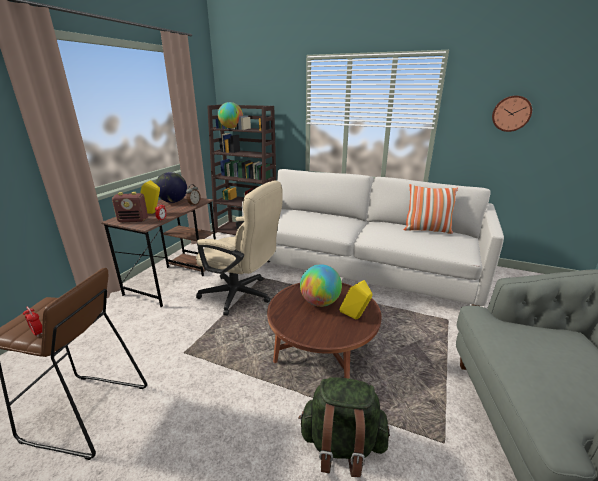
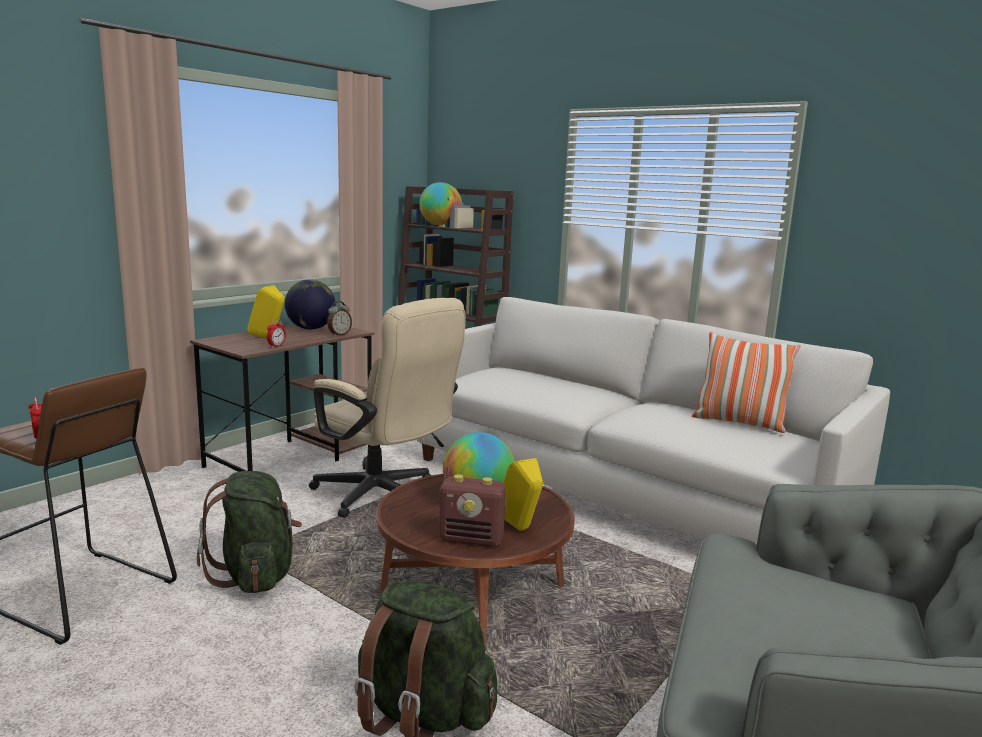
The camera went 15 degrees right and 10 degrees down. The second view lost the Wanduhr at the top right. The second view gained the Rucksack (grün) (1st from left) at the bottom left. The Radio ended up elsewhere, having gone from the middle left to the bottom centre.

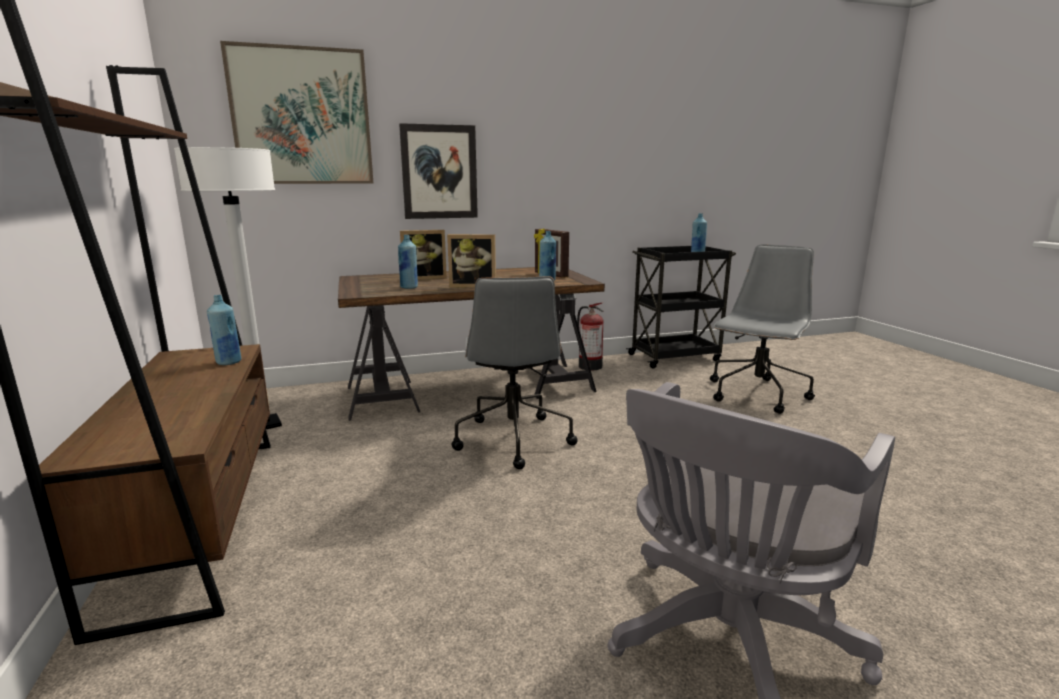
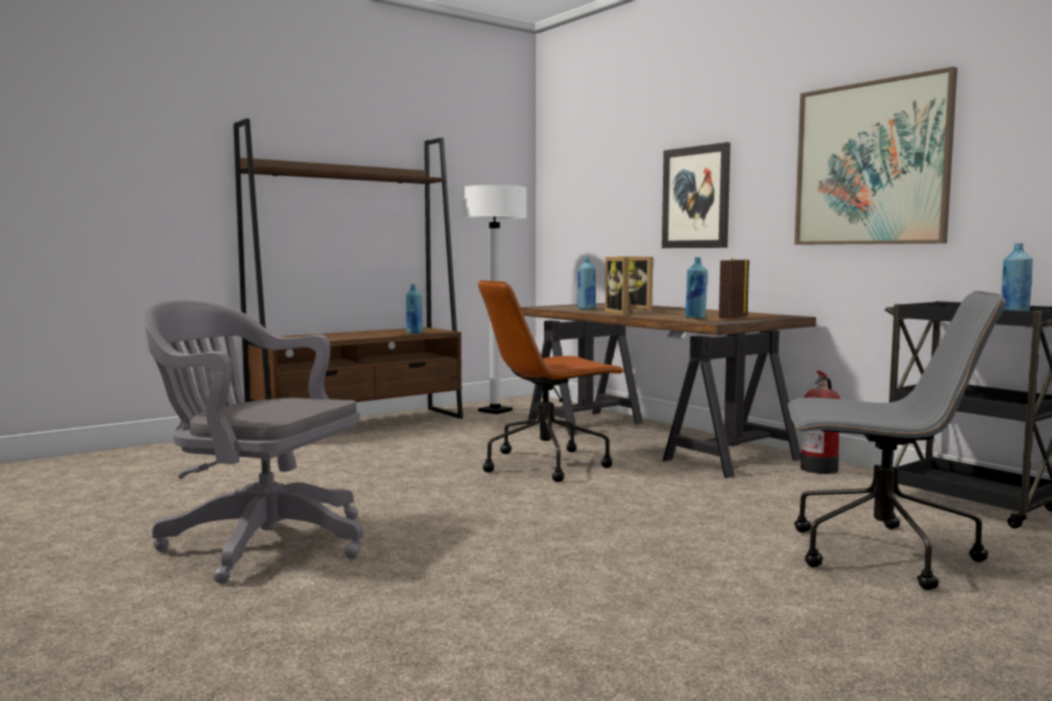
The camera went 70 degrees right and 10 degrees down. The Bild (1st from left in the first image) ended up elsewhere, having gone from the top left to the top right. What was the Bürostuhl (grau) (1st from left) at the centre turned into the Bürostuhl (braun) at the centre.

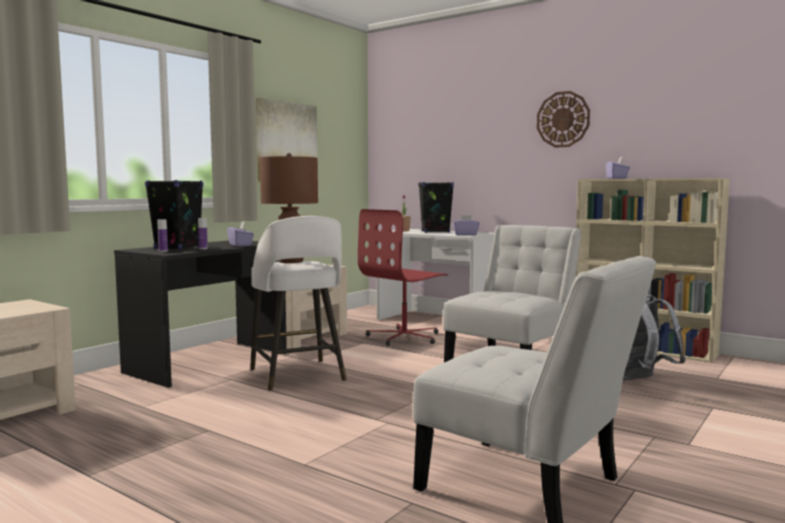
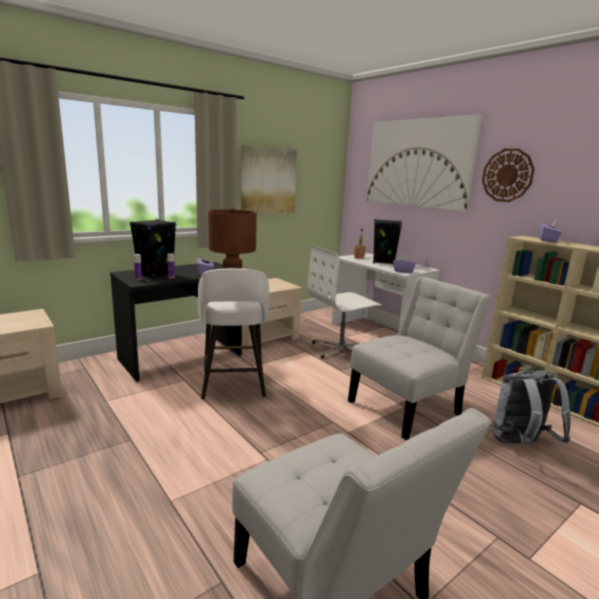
The camera went 15 degrees right and 10 degrees up. The second view gained the Bild (2nd from left) at the top right. What was the Bürostuhl (rot) at the centre turned into the Bürostuhl (weiß) at the centre.

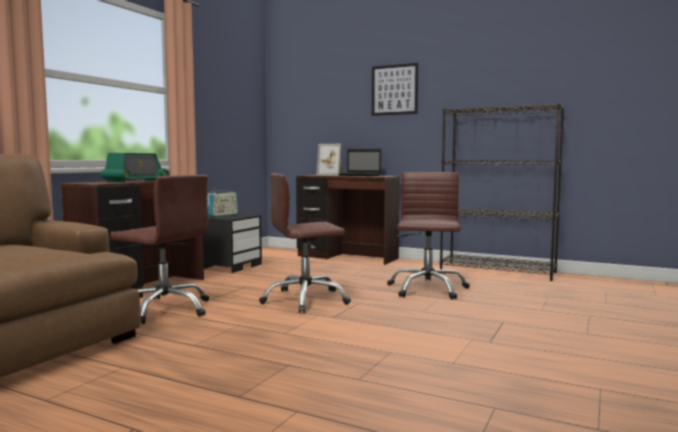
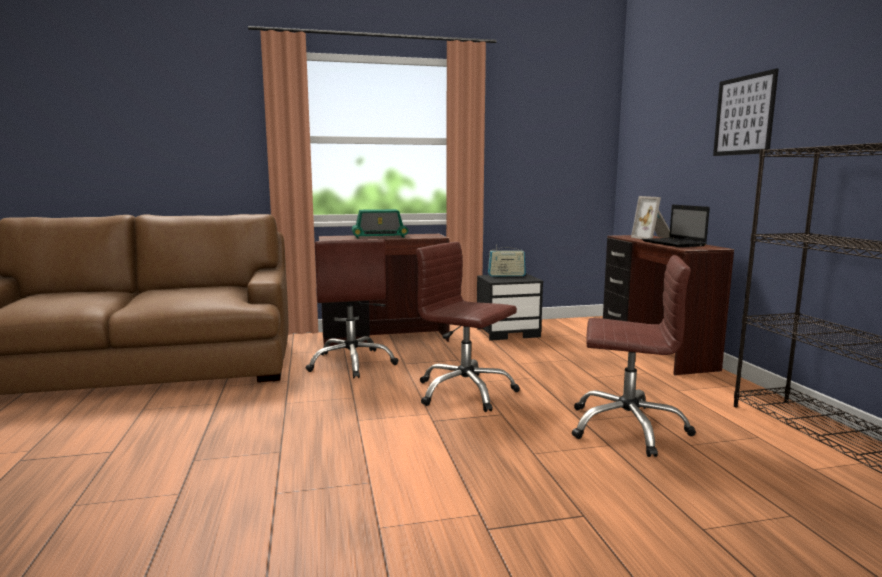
The camera went 50 degrees right and 5 degrees up. The Bürostuhl (braun) (3rd from left) at the centre ended up facing another way, 45 degrees clockwise from before.

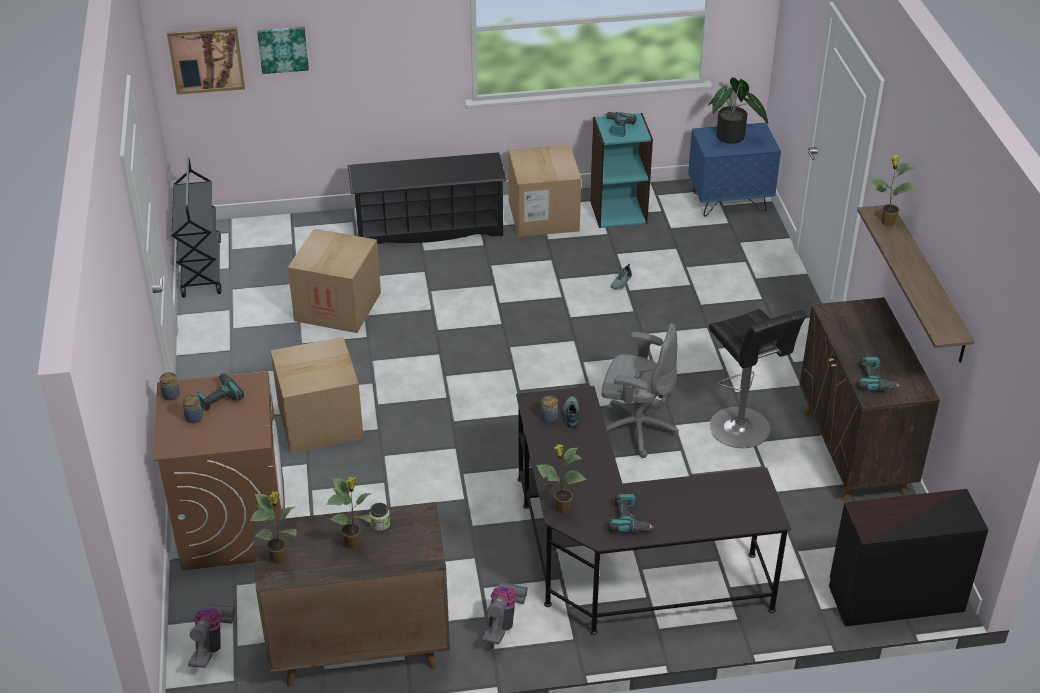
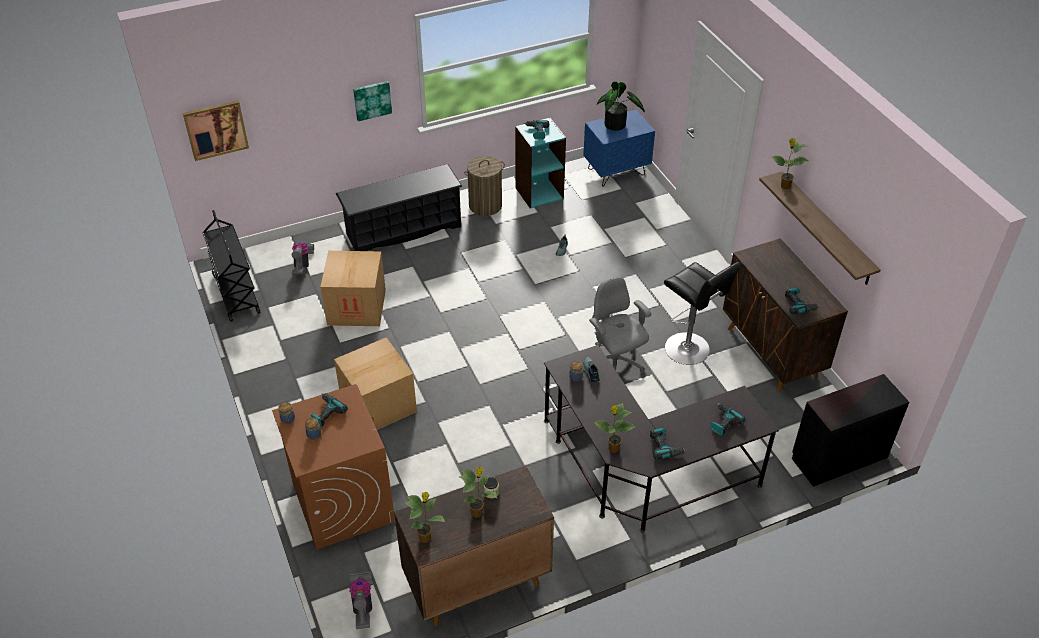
The camera went 15 degrees left and 5 degrees up. The second view gained the Bohrmaschine (4th from left) at the middle right. The Bild (2nd from left) ended up elsewhere, having gone from the top left to the top centre. The Staubsauger (2nd from left in the first image) ended up elsewhere, having gone from the bottom centre to the middle left. Where the Karton (3rd from left) stood at the top centre, the Wäschekorb came to stand at the top centre. The Bürostuhl (grau) at the centre ended up facing another way, 120 degrees counterclockwise from before.

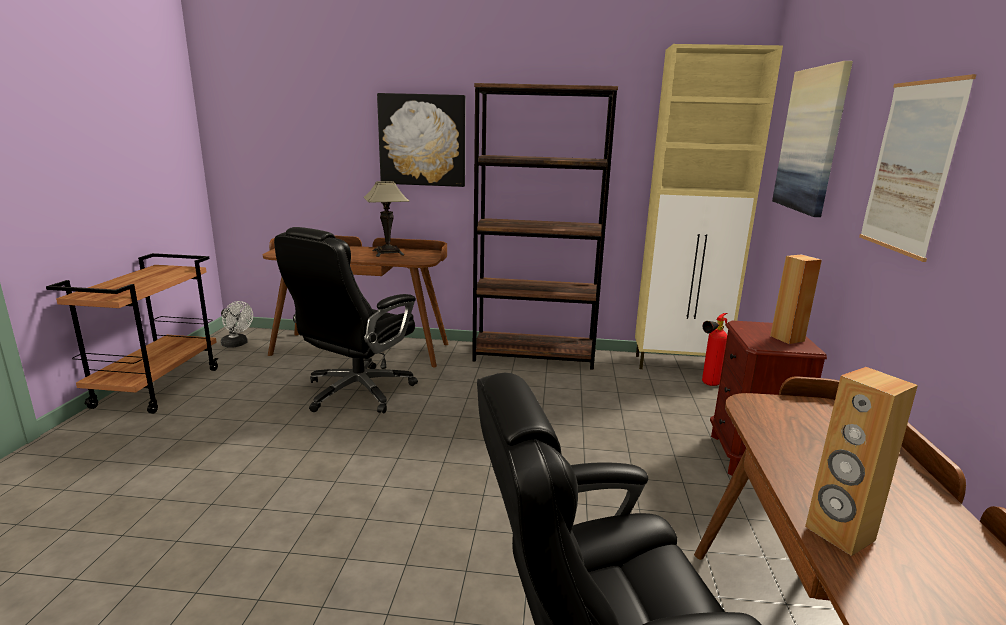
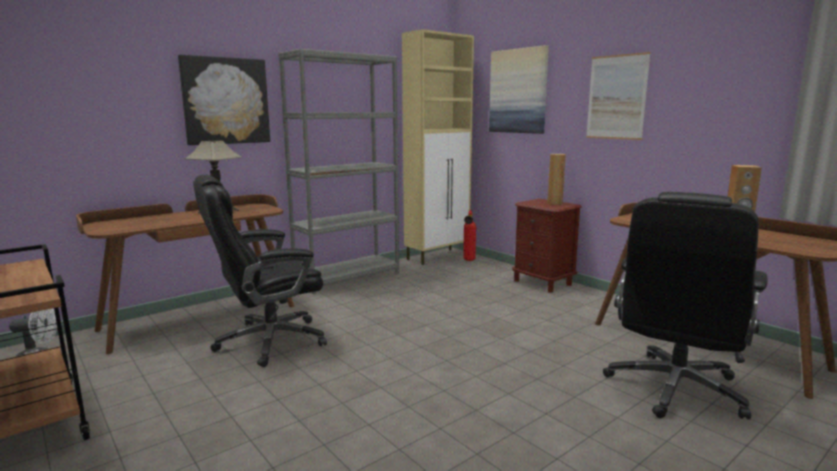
The camera went 45 degrees left and 5 degrees down. What was the Bücherregal (braun) at the centre turned into the Bücherregal (grau) at the centre. The Bürostuhl (schwarz) (1st from left) at the centre ended up facing another way, 75 degrees clockwise from before.

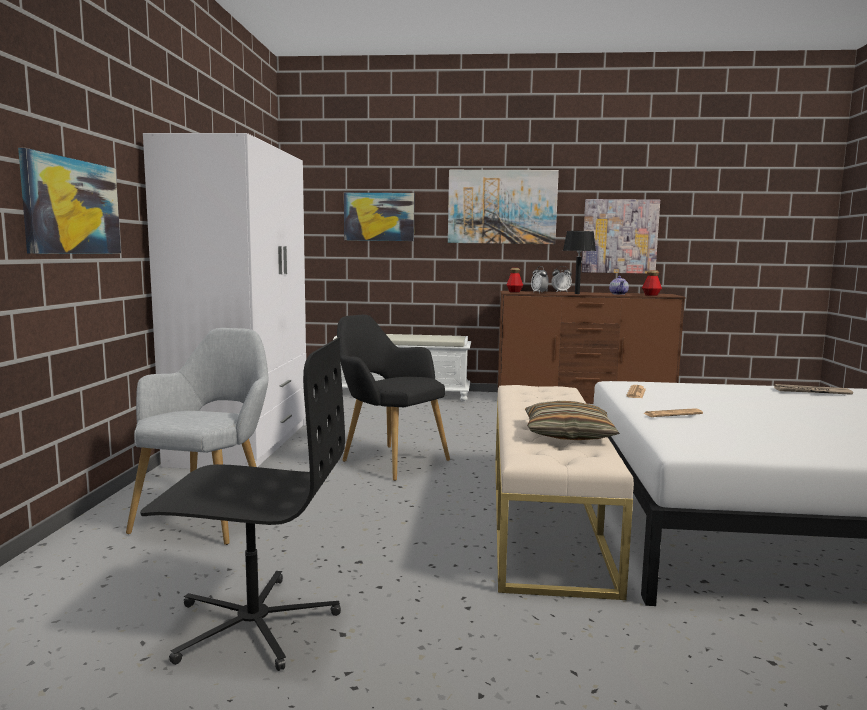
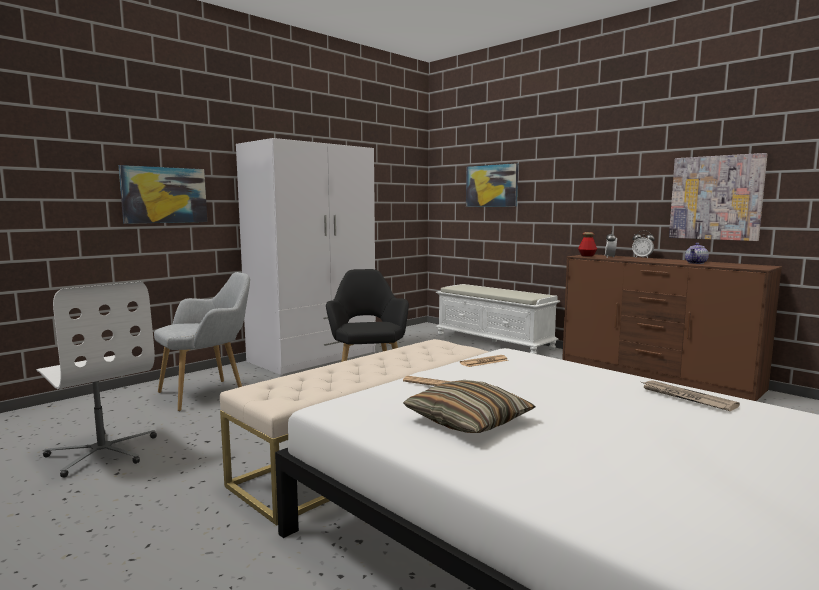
The camera went 40 degrees right and 0 degrees up. The second view lost the Bild (3rd from left) at the top centre. The second view lost the Tischlampe (schwarz) at the middle right. The second view lost the Flasche (2nd from left) at the middle right. The Kissen ended up elsewhere, having gone from the centre to the bottom centre. What was the Bürostuhl (schwarz) at the bottom left turned into the Bürostuhl (weiß) at the middle left.

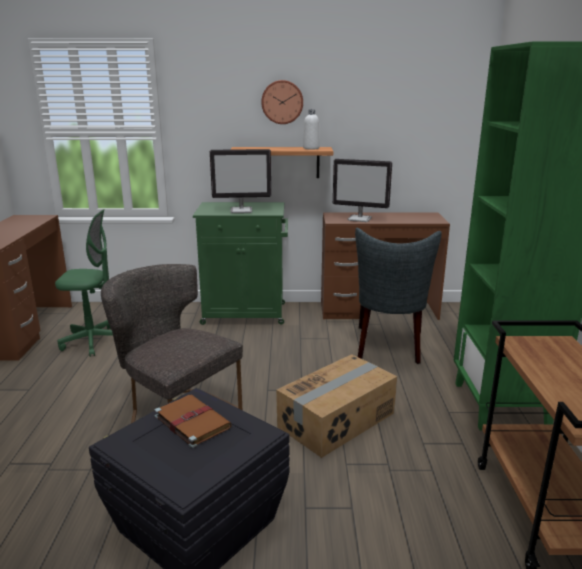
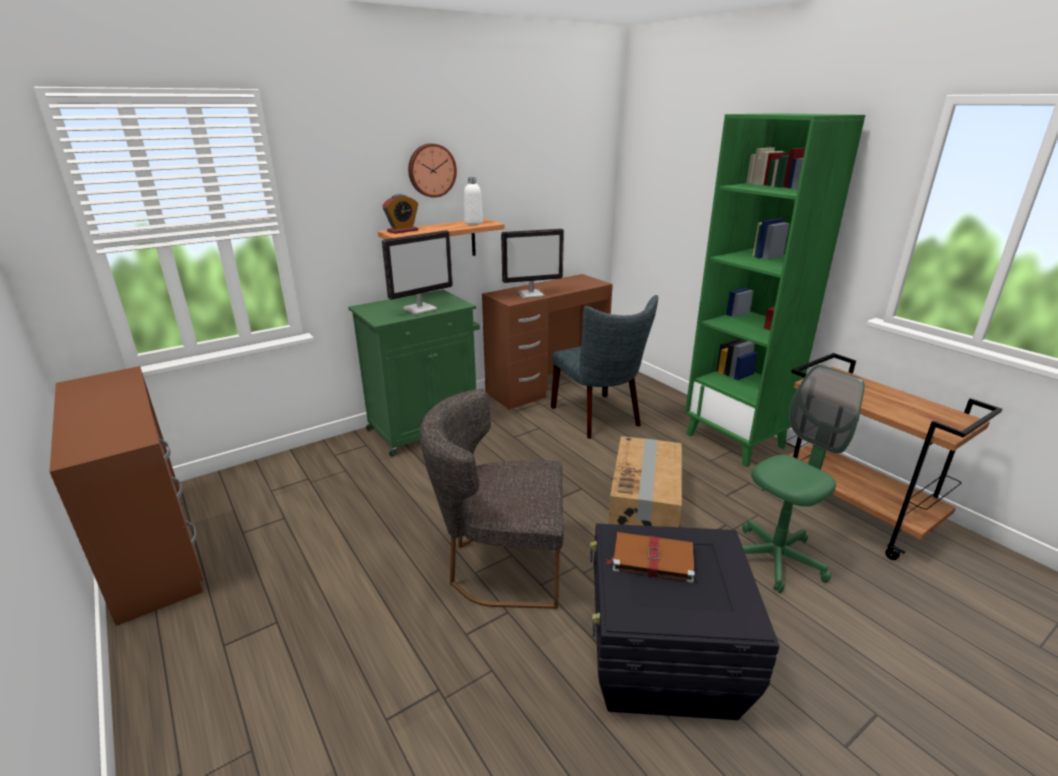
The camera went 35 degrees left and 5 degrees up. The second view gained the Wecker at the top centre. The Bürostuhl (grün) ended up elsewhere, having gone from the middle left to the middle right.

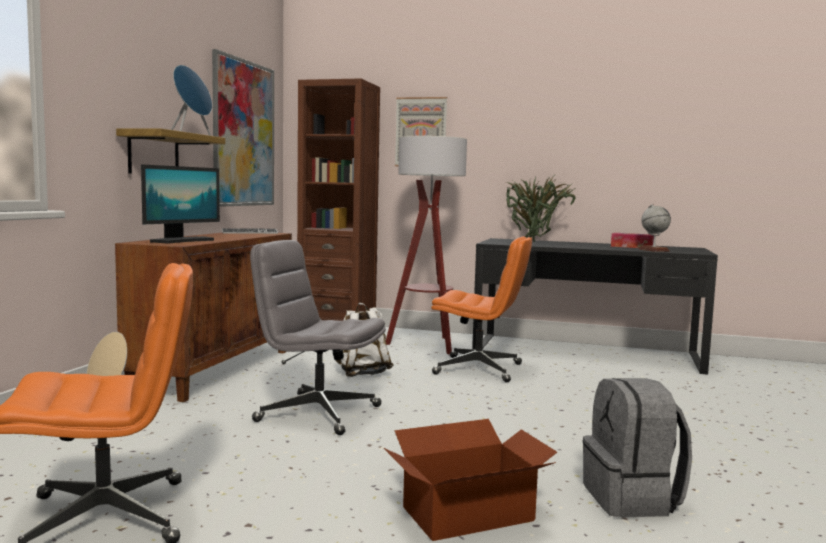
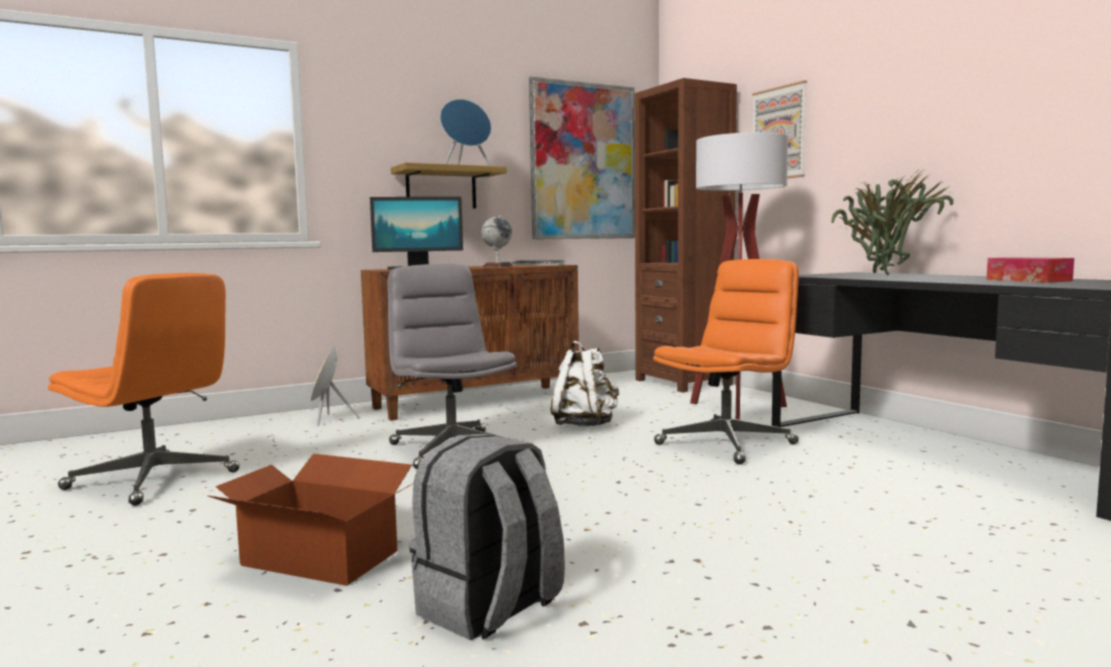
The camera went 45 degrees right and 0 degrees up. The Globus ended up elsewhere, having gone from the middle right to the centre. The Bürostuhl (orange) (2nd from left) at the centre ended up facing another way, 105 degrees counterclockwise from before.

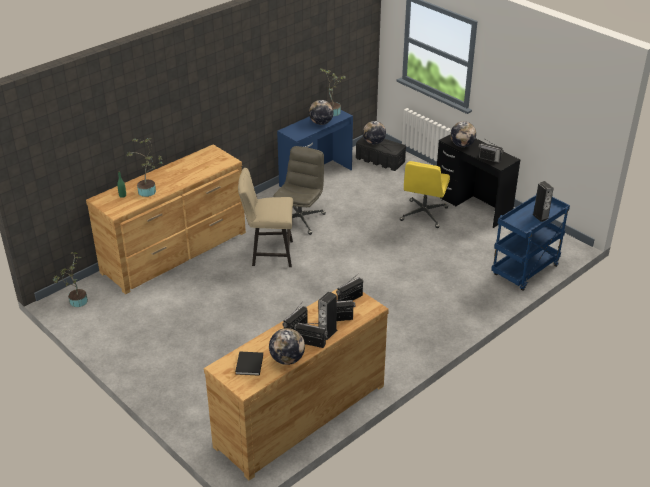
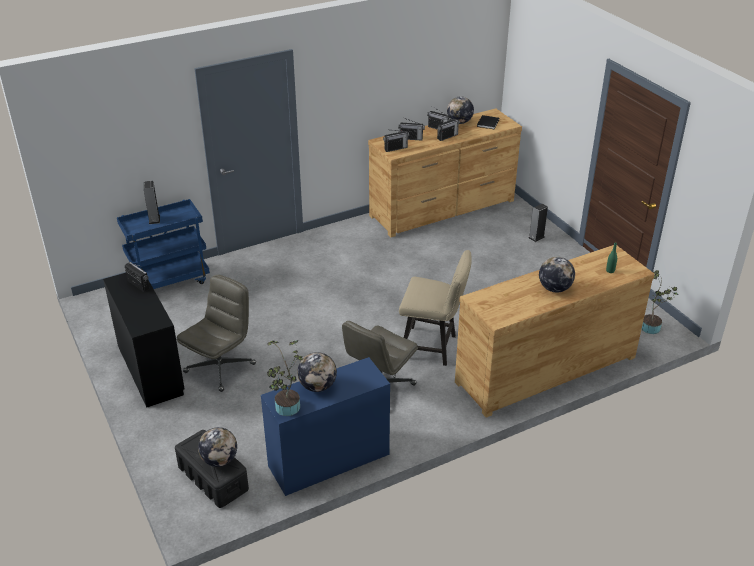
The camera went 165 degrees left and 0 degrees up. The second view lost the Topfpflanze (2nd from left) at the middle left. The Lautsprecher (1st from left in the first image) ended up elsewhere, having gone from the centre to the middle right. The Globus (4th from left) ended up elsewhere, having gone from the top right to the middle right. What was the Bürostuhl (gelb) at the centre turned into the Bürostuhl (grau) (1st from left) at the middle left.

